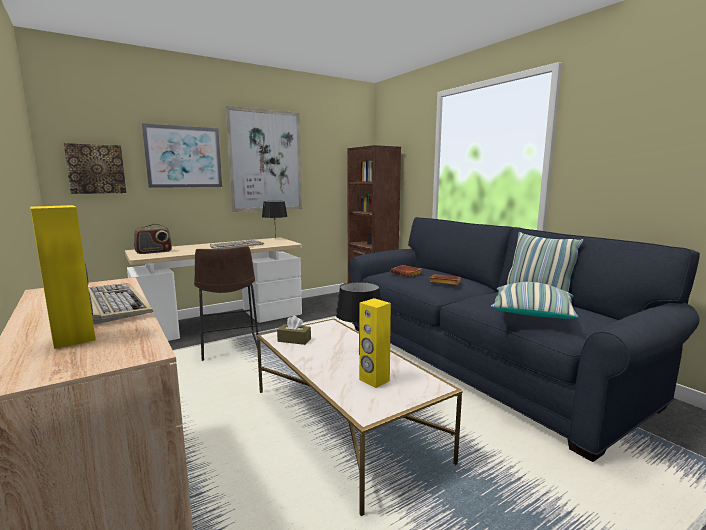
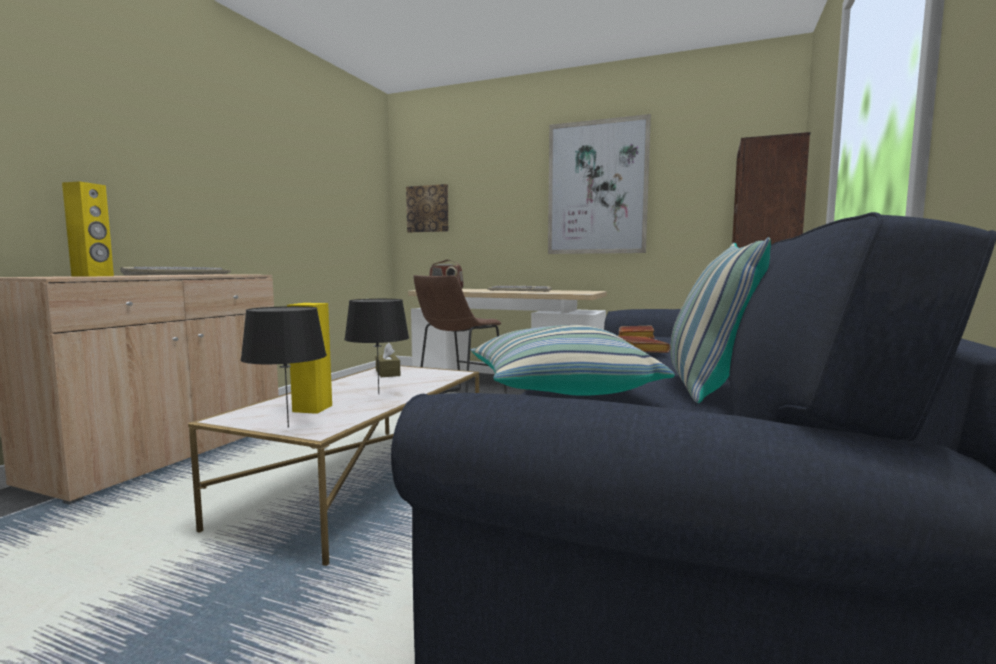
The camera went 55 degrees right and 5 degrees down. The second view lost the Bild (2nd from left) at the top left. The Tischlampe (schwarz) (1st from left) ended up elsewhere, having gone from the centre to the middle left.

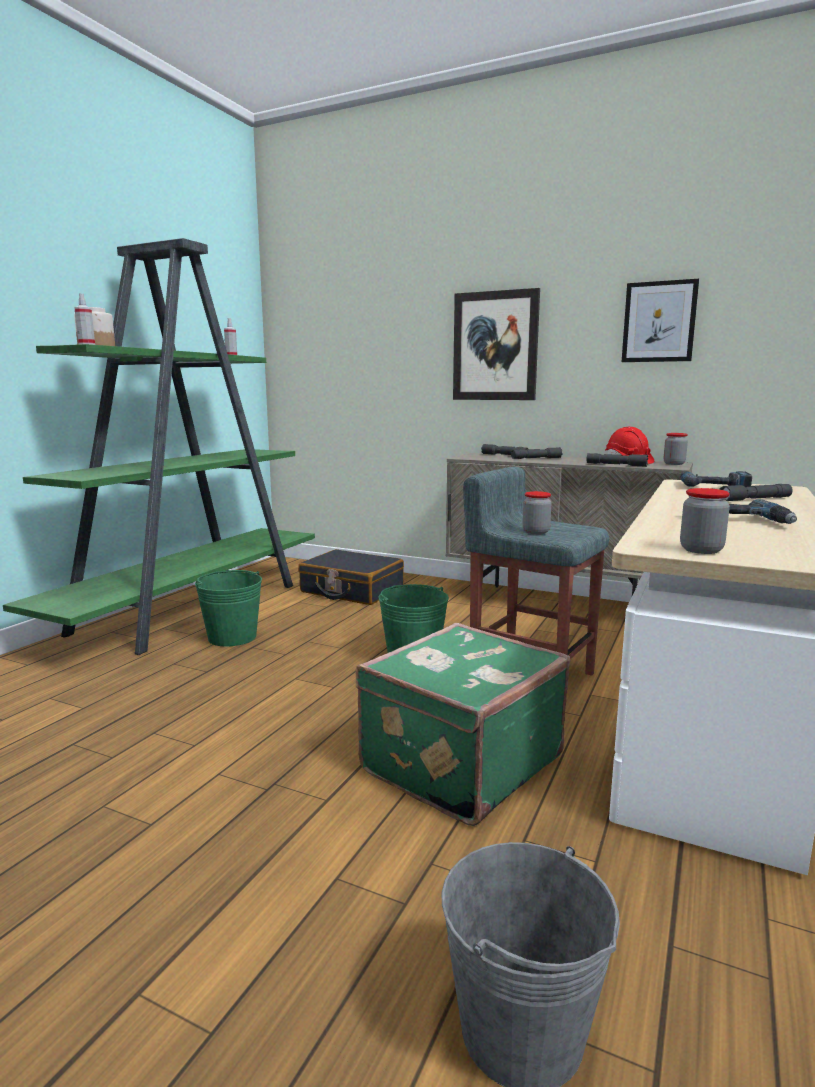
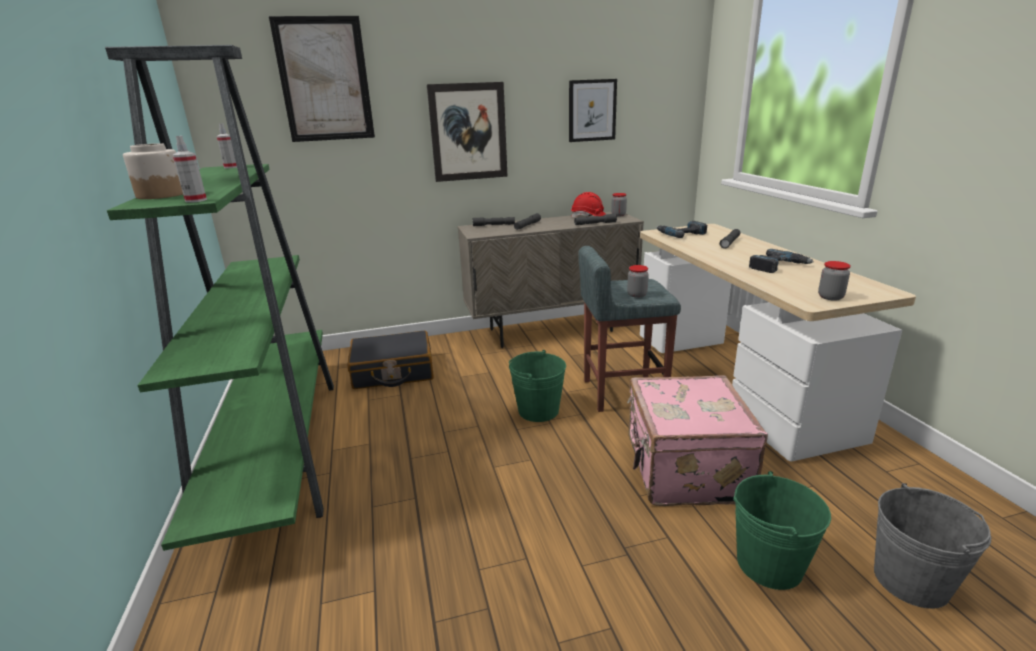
The camera went 40 degrees left and 10 degrees up. The second view gained the Bild (1st from left) at the top left. The Eimer (grün) (1st from left in the first image) ended up elsewhere, having gone from the middle left to the bottom right. What was the Koffer (grün) at the centre turned into the Koffer (rosa) at the bottom right.

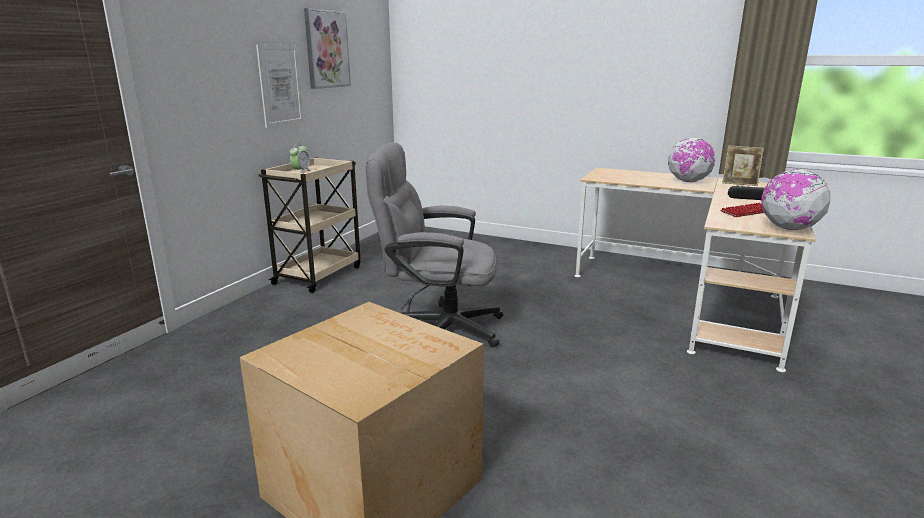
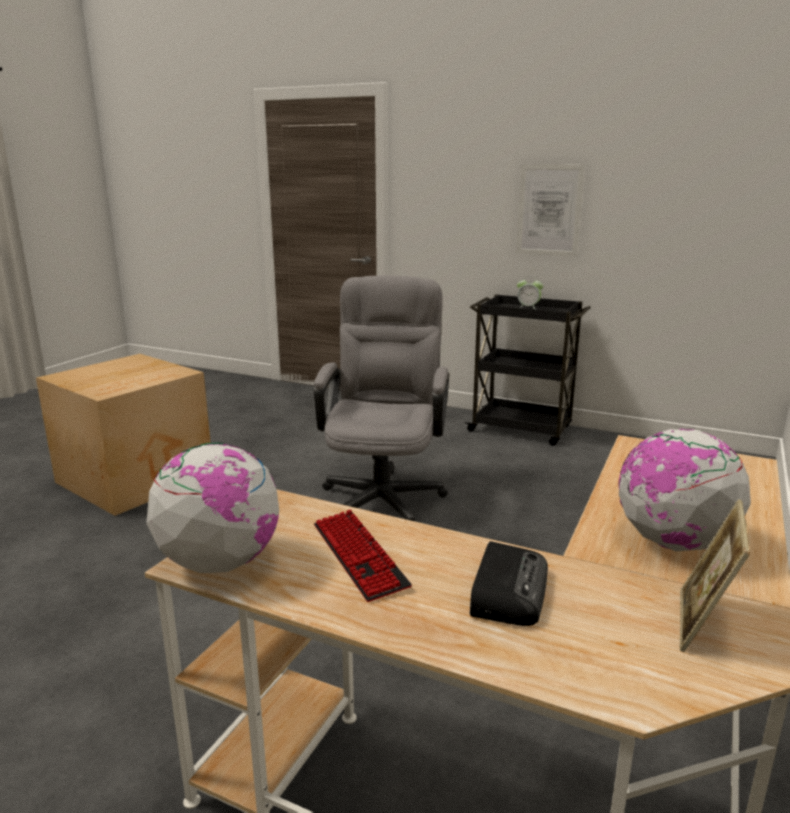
The camera went 90 degrees right and 0 degrees up. The second view lost the Bild (2nd from left) at the top centre. What was the Rollwagen (beige) at the centre turned into the Rollwagen (schwarz) at the middle right.

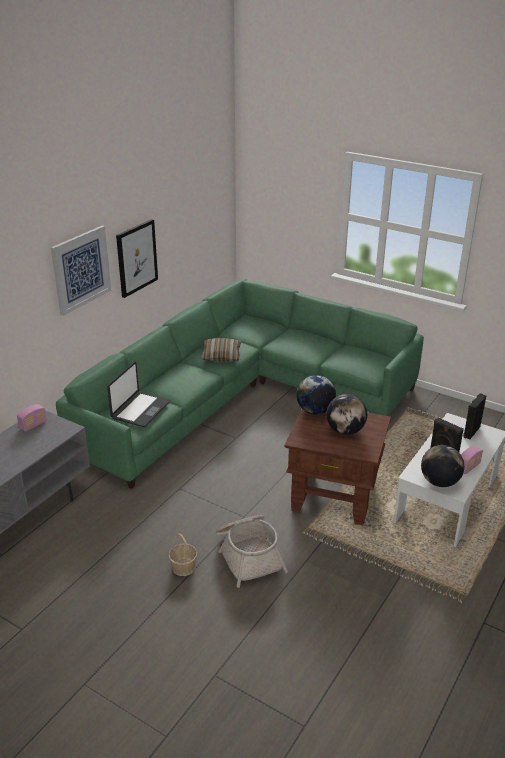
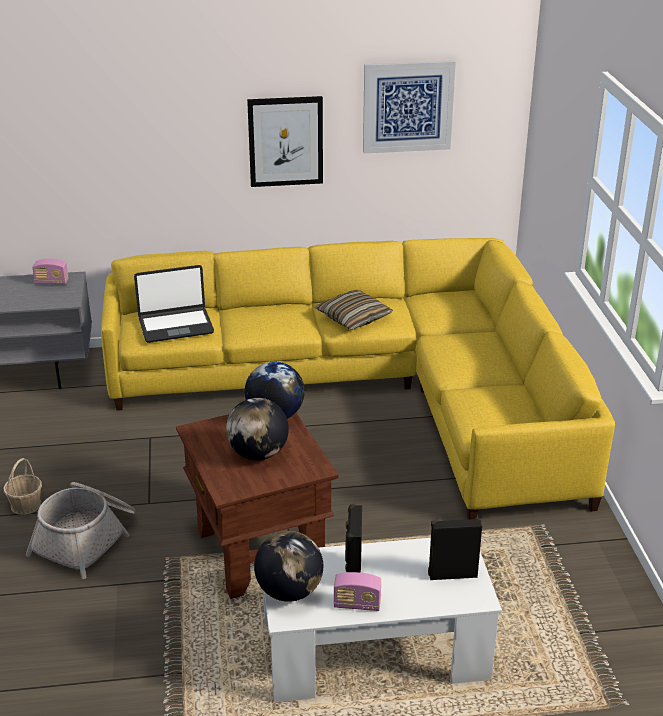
The camera went 50 degrees right and 0 degrees up. The Bild (1st from left in the first image) ended up elsewhere, having gone from the middle left to the top centre. What was the Sofa (grün) at the centre turned into the Sofa (gelb) at the centre.

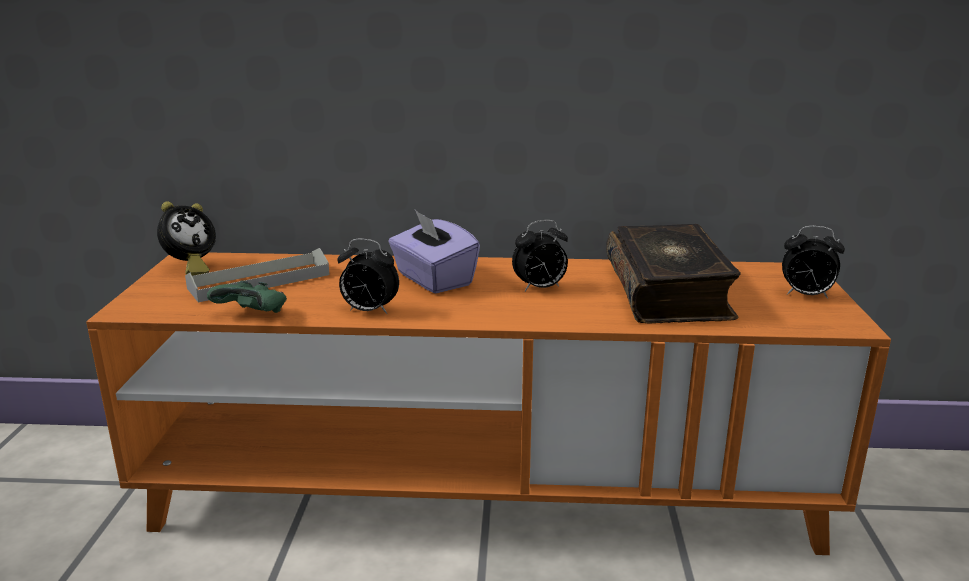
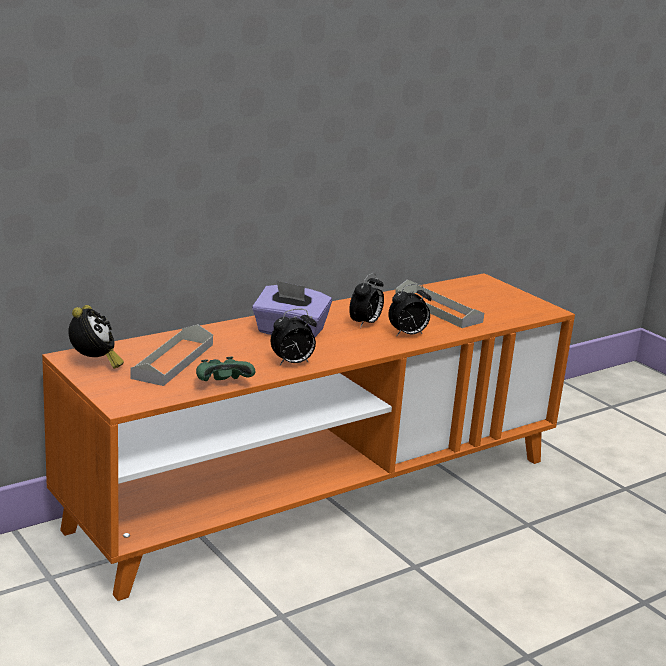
The camera went 40 degrees left and 0 degrees up. The Wecker (4th from left) ended up elsewhere, having gone from the middle right to the centre. Where the Buch stood at the middle right, the Tablett (grau) (2nd from left) came to stand at the centre.

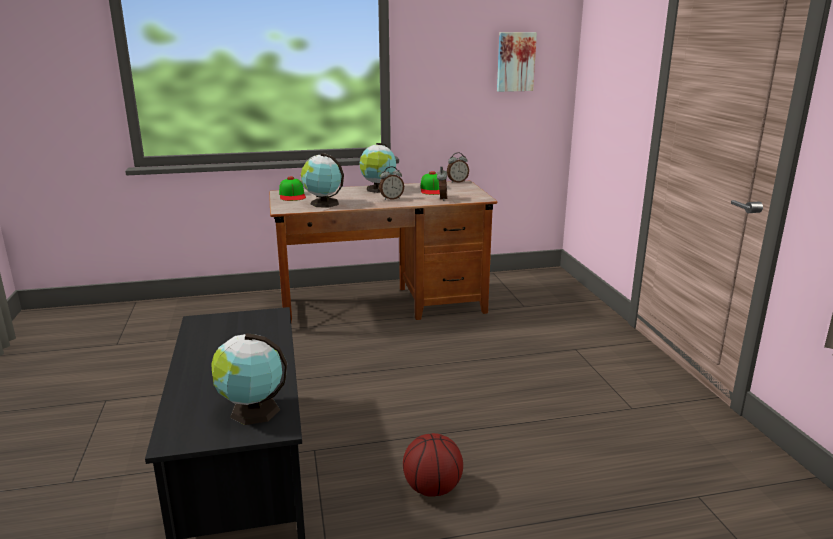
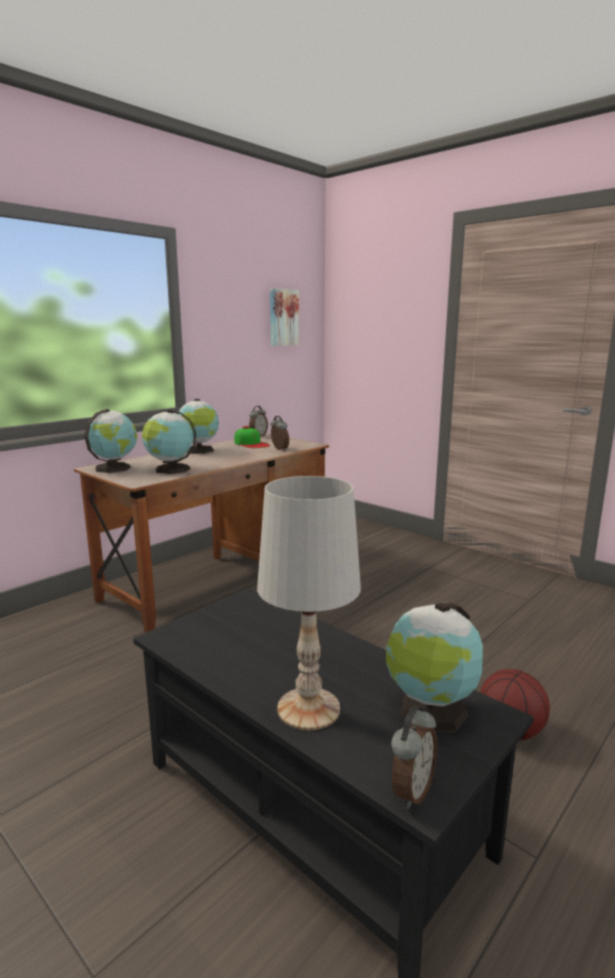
The camera went 35 degrees left and 5 degrees down. The second view gained the Tischlampe (weiß) at the centre. The Wecker (1st from left in the first image) ended up elsewhere, having gone from the centre to the bottom right. Where the Kappe (1st from left) stood at the centre, the Globus (1st from left) came to stand at the middle left.

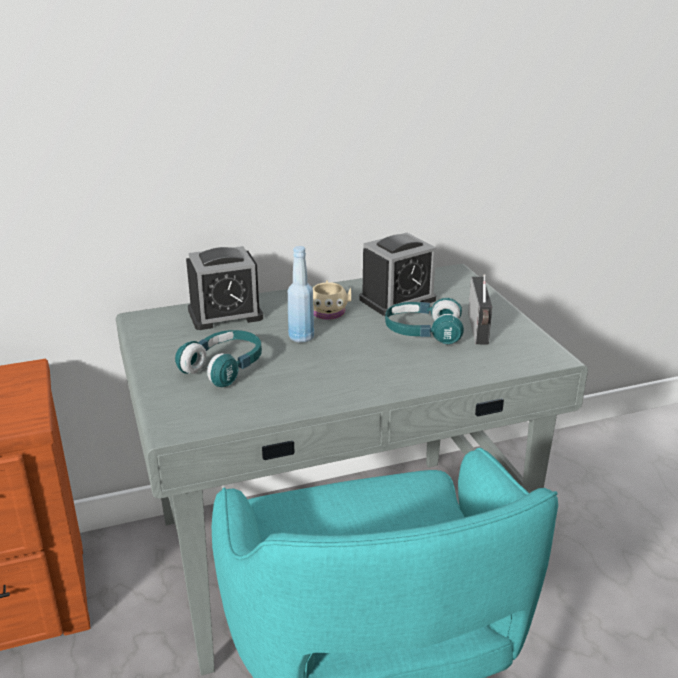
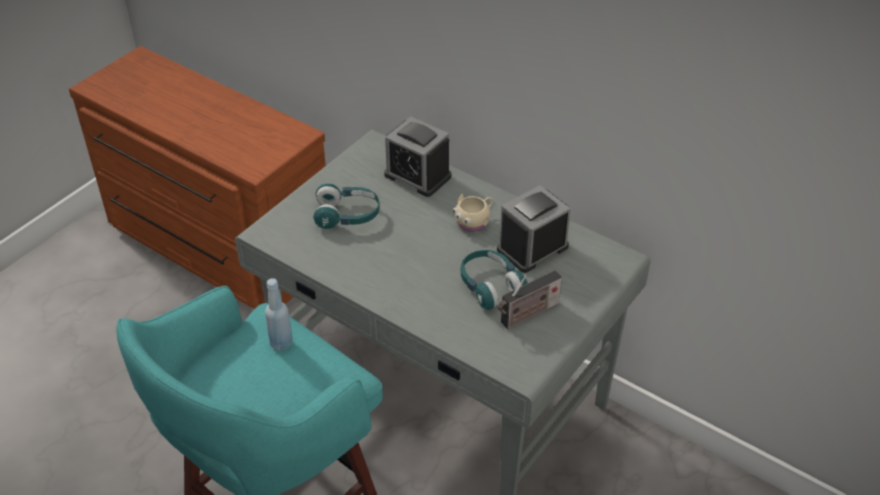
The camera went 55 degrees right and 15 degrees up. The Flasche (blau) ended up elsewhere, having gone from the centre to the middle left. The Wecker (2nd from left) at the centre ended up facing another way, 120 degrees clockwise from before.

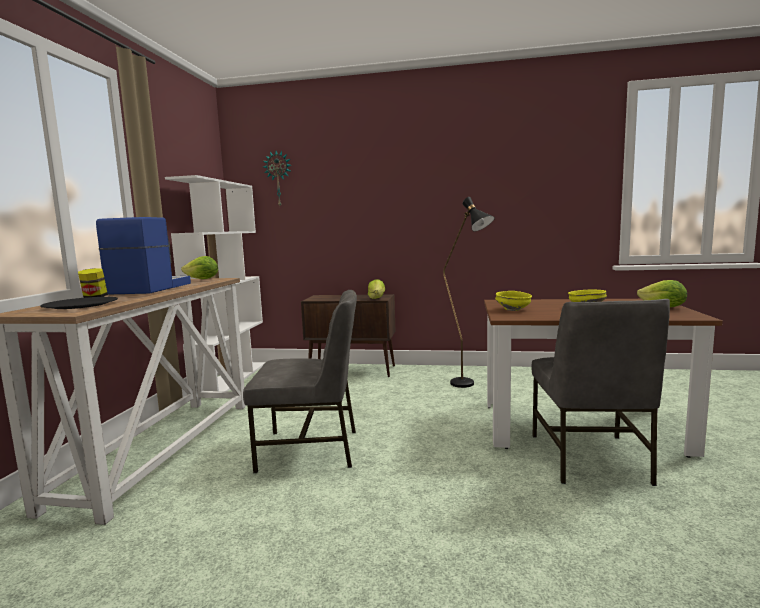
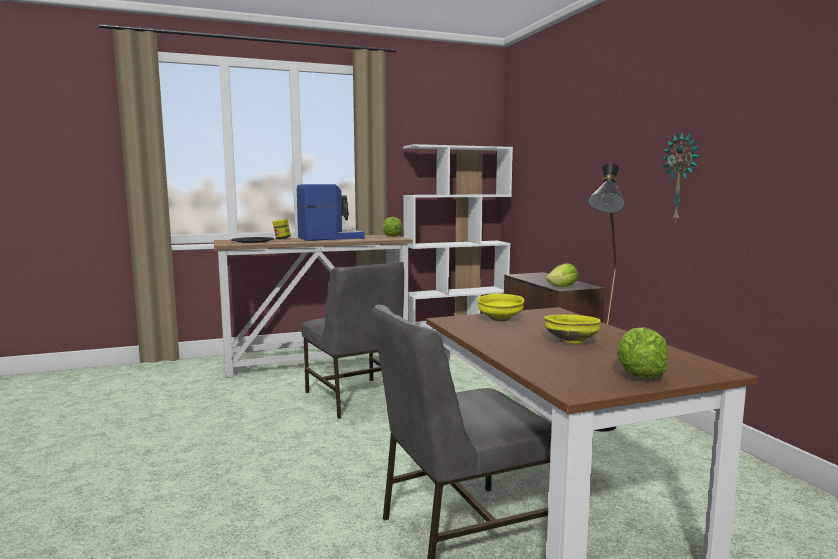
The camera went 60 degrees right and 0 degrees up. The Wanduhr ended up elsewhere, having gone from the top centre to the top right.

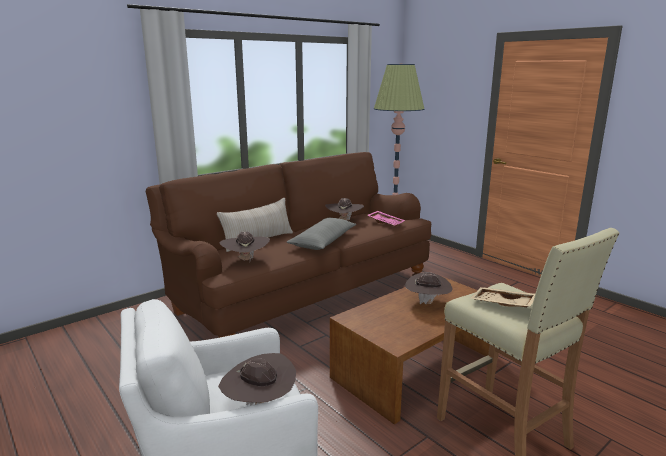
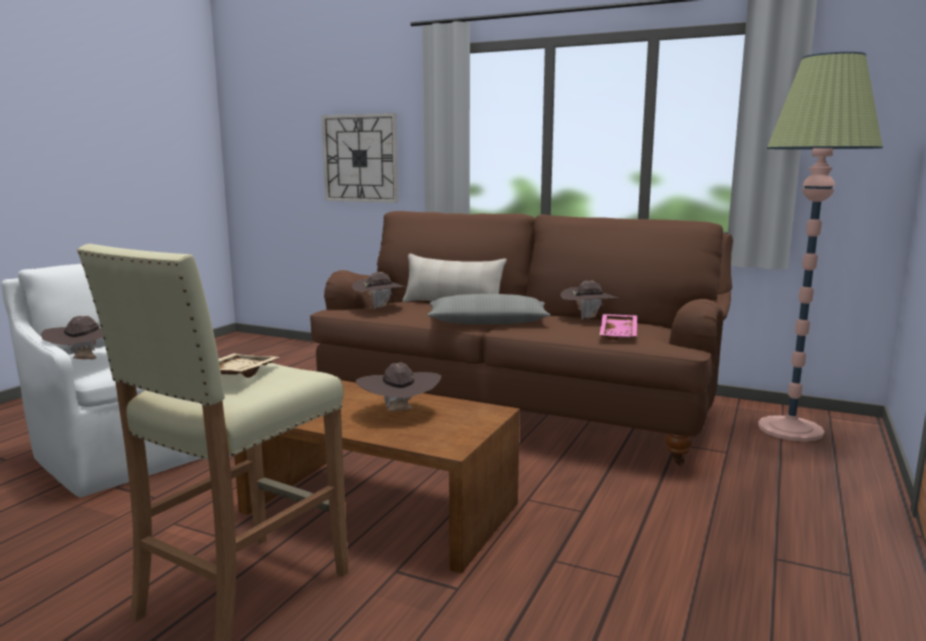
The camera went 65 degrees right and 5 degrees down. The second view gained the Wanduhr at the top centre.

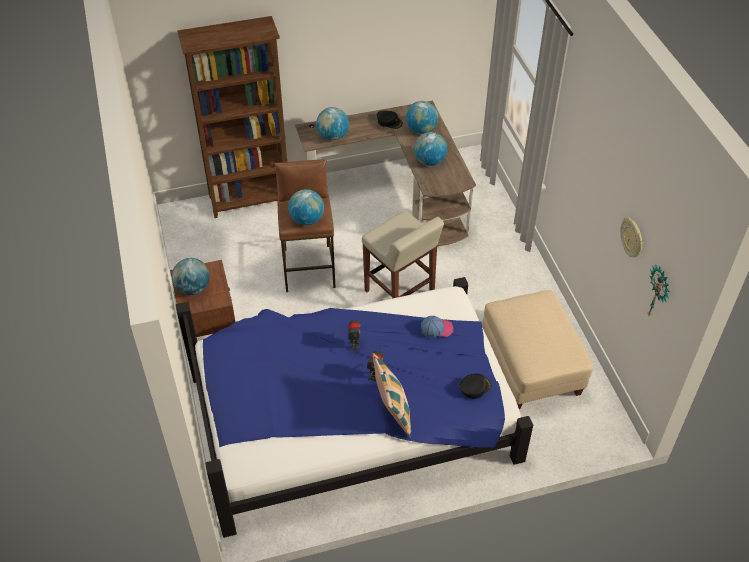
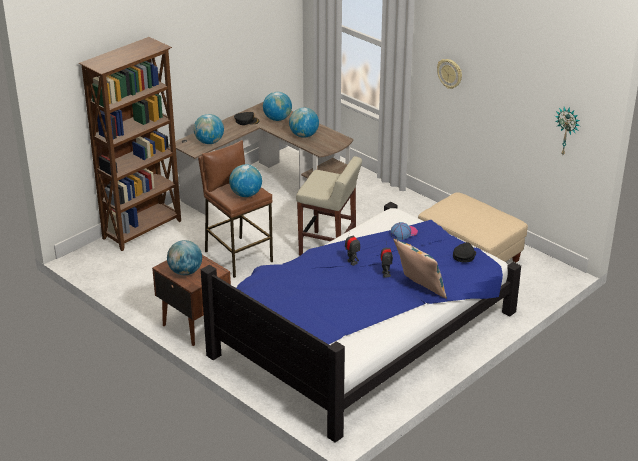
The camera went 30 degrees left and 15 degrees down. The Wanduhr (1st from left) ended up elsewhere, having gone from the middle right to the top right.

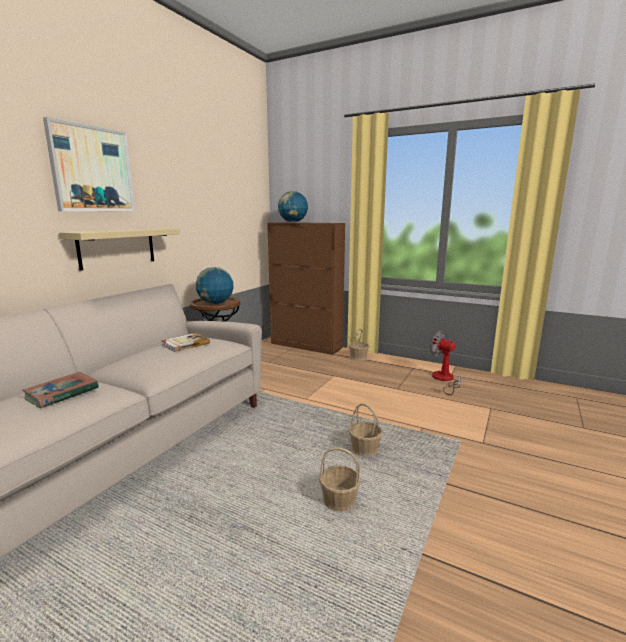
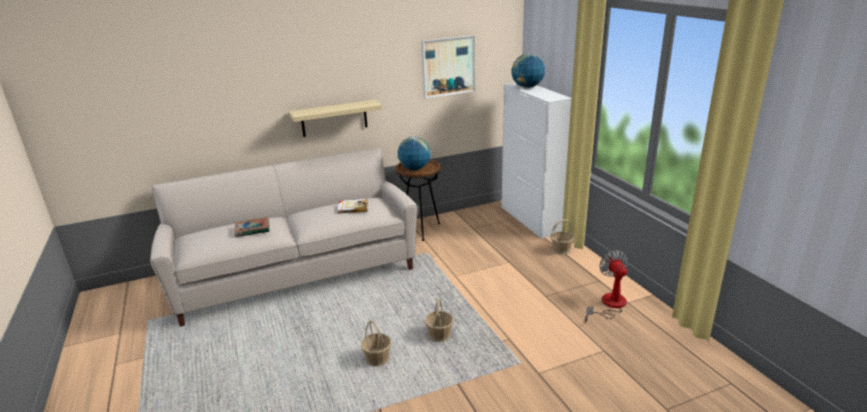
The camera went 40 degrees right and 10 degrees up. The Bild ended up elsewhere, having gone from the top left to the top centre. What was the Schrank (braun) at the centre turned into the Schrank (weiß) at the centre.

